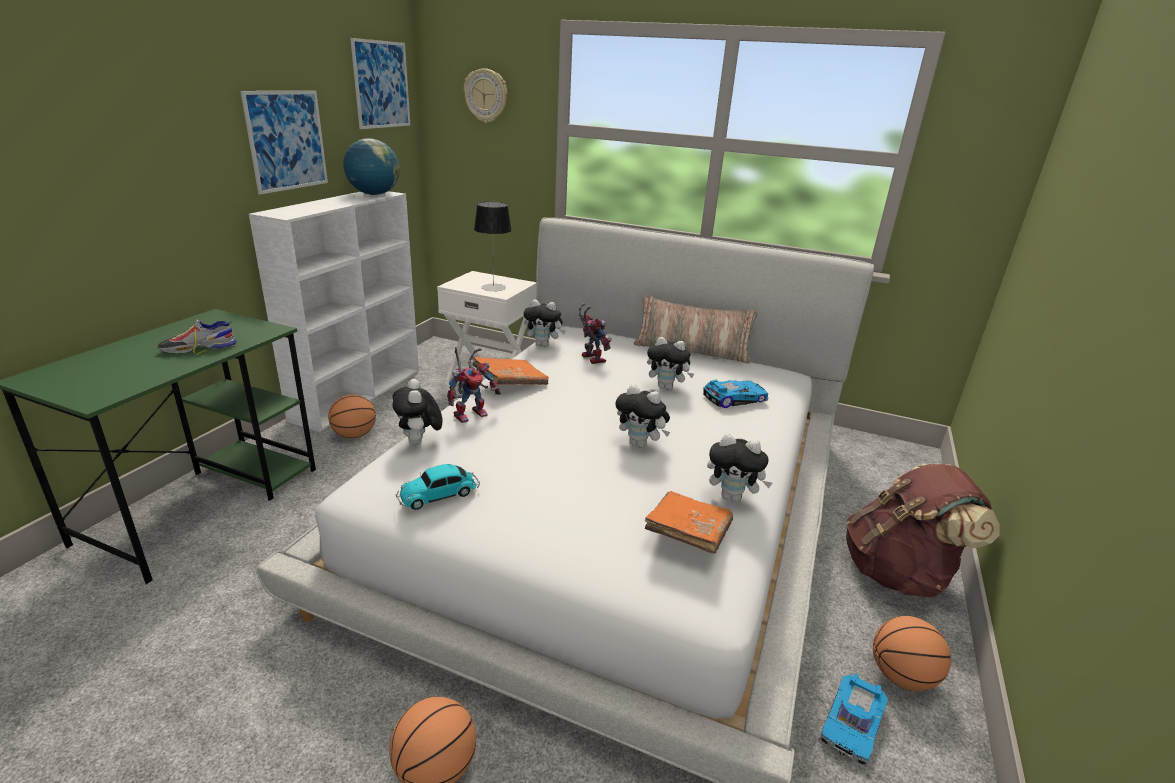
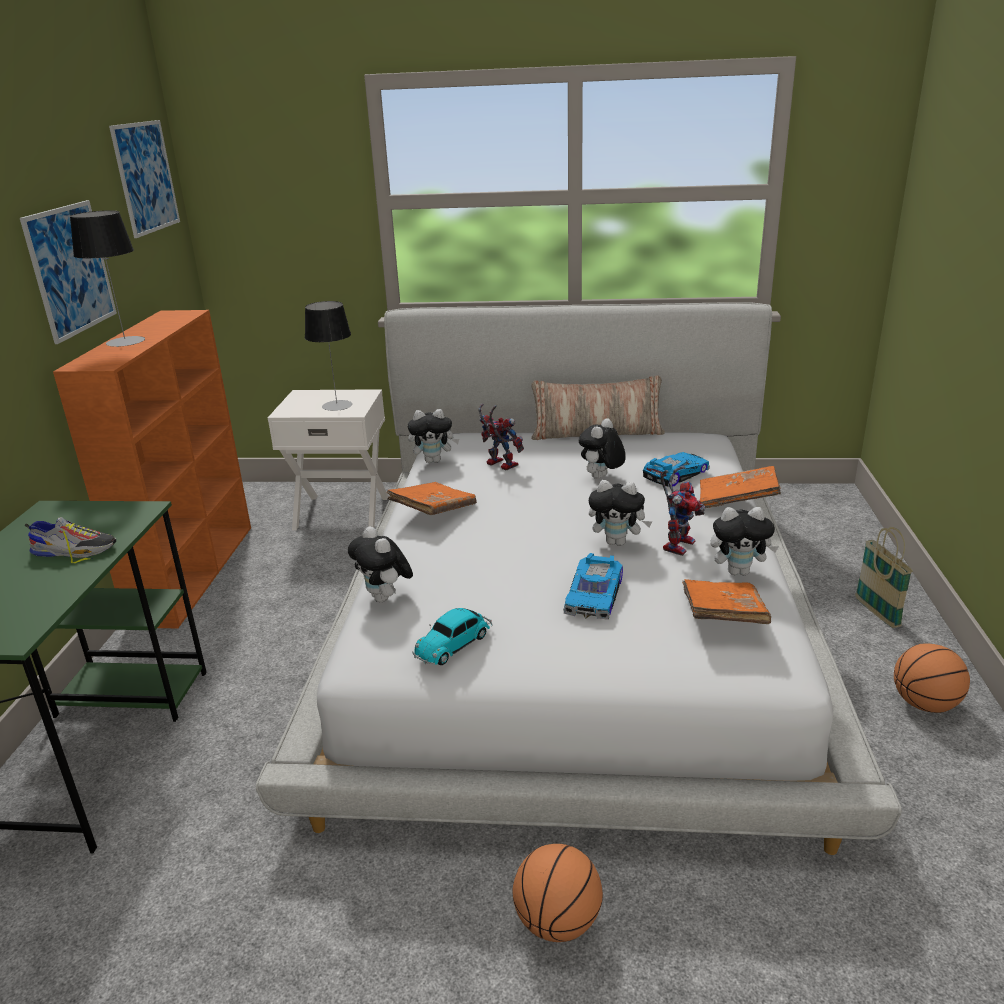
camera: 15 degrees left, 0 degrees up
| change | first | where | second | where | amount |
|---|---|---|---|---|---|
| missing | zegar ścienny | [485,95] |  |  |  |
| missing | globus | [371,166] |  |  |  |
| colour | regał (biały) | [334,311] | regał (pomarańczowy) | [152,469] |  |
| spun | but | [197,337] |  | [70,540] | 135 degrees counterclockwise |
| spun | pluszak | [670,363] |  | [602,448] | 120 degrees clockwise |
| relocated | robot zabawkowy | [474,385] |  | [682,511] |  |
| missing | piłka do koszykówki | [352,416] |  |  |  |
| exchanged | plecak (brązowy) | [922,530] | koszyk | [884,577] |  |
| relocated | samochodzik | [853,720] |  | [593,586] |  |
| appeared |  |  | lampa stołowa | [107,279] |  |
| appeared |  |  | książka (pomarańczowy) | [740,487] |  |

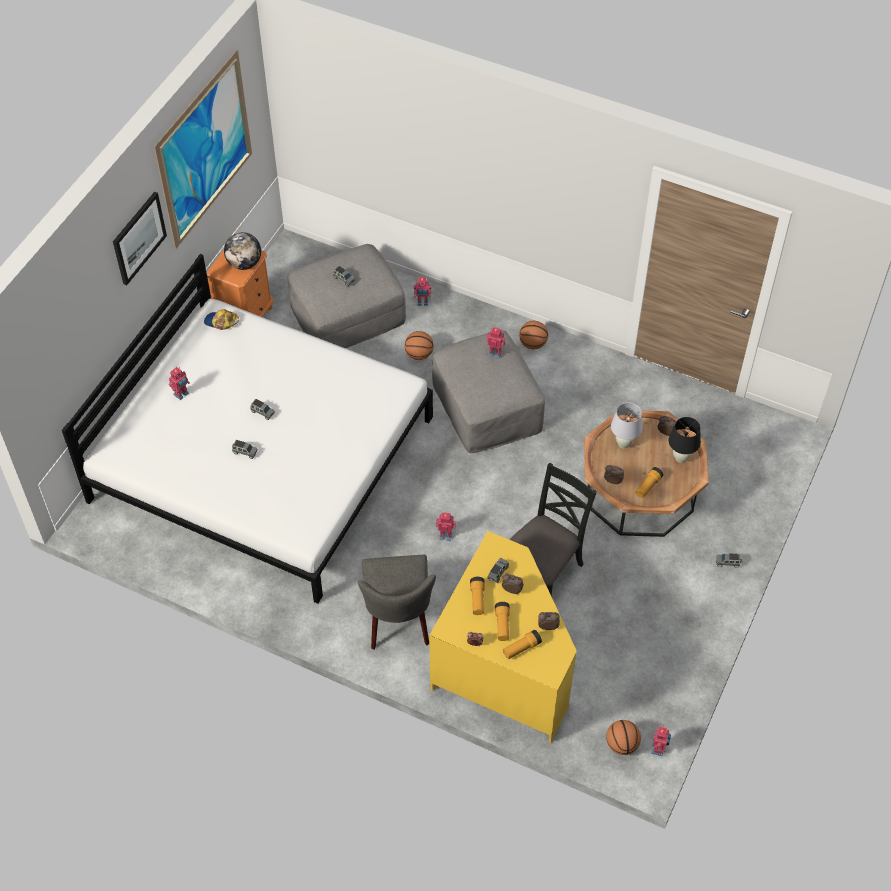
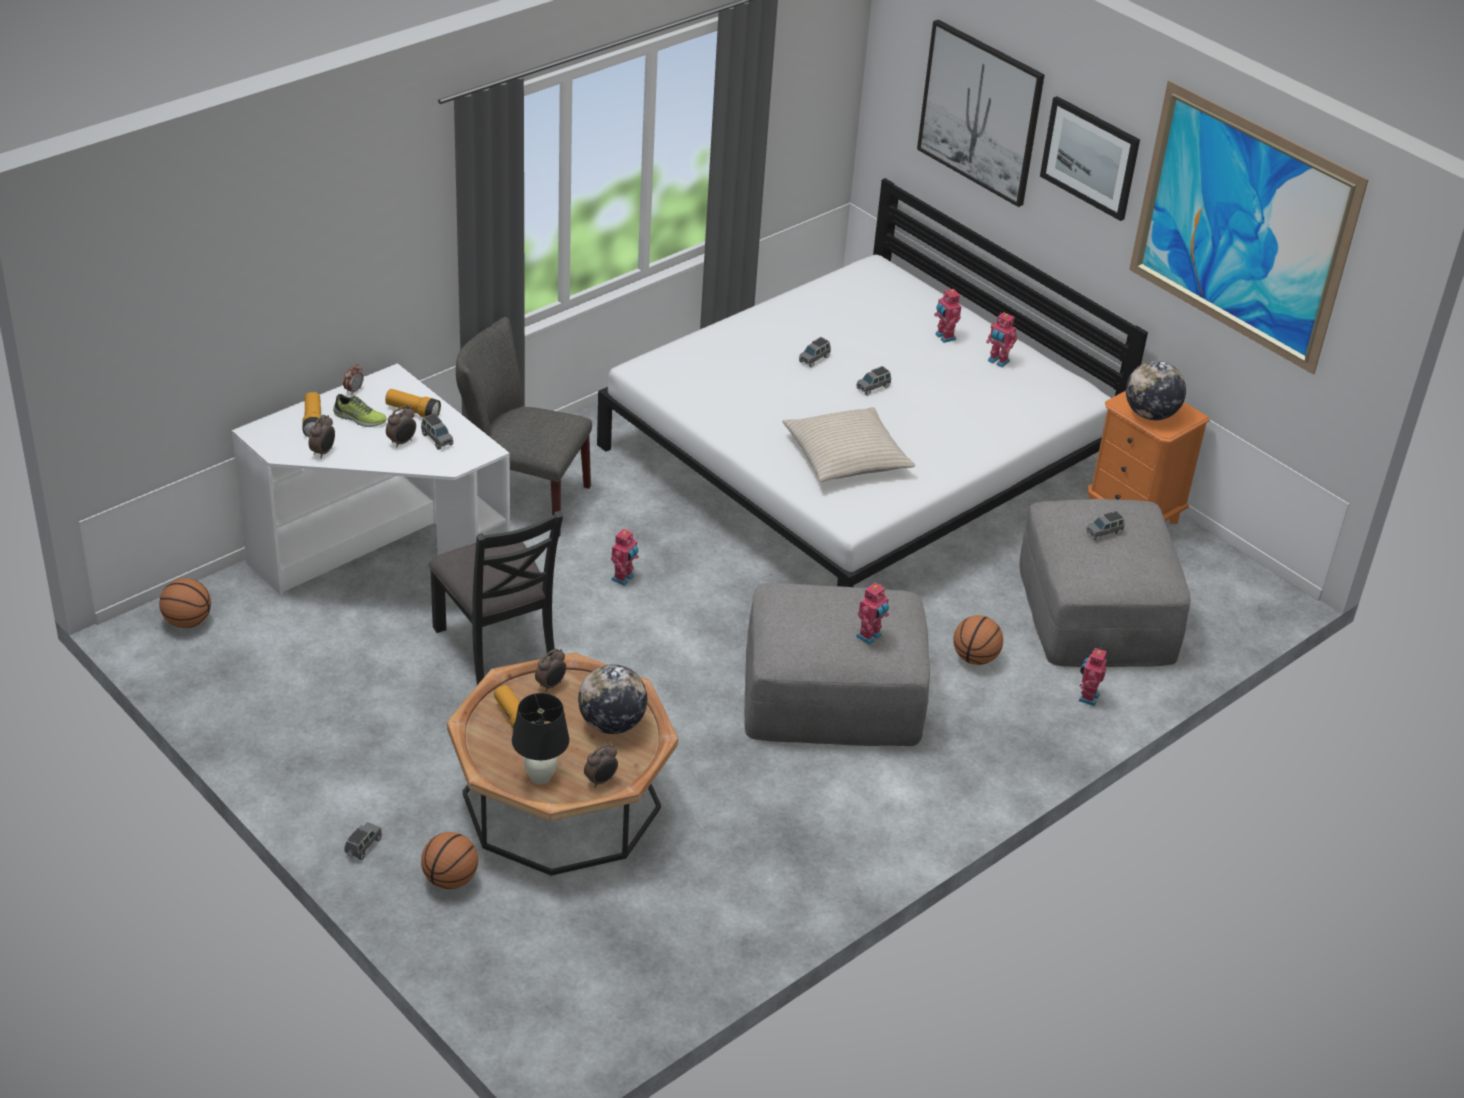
camera: 110 degrees right, 15 degrees down
| change | first | where | second | where | amount |
|---|---|---|---|---|---|
| missing | czapka z daszkiem | [221,319] |  |  |  |
| relocated | piłka do koszykówki | [533,335] |  | [449,860] |  |
| exchanged | lampa stołowa (biały) | [627,426] | globus | [612,699] |  |
| colour | biurko (żółty) | [502,637] | biurko (biały) | [371,479] |  |
| exchanged | latarka | [502,621] | but | [360,410] |  |
| relocated | robot zabawkowy | [661,741] |  | [1001,340] |  |
| appeared |  |  | obraz | [981,113] |  |
| appeared |  |  | poduszka (beżowy) | [849,444] |  |

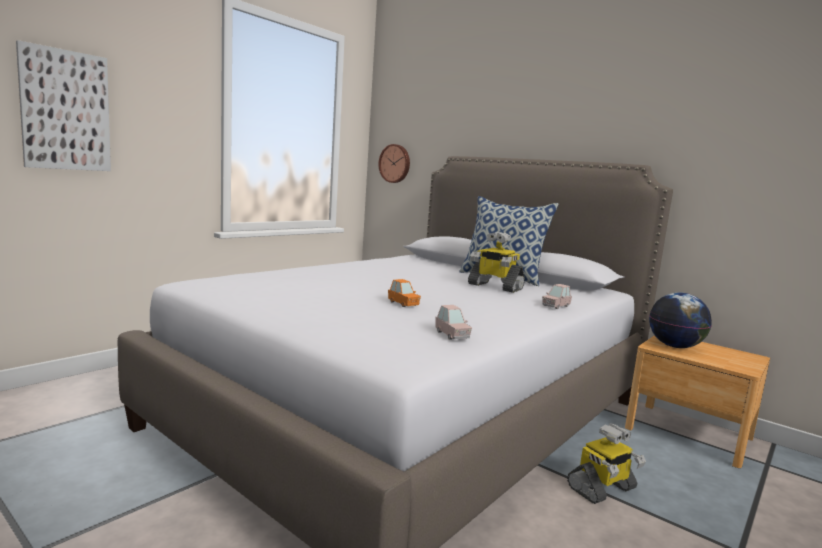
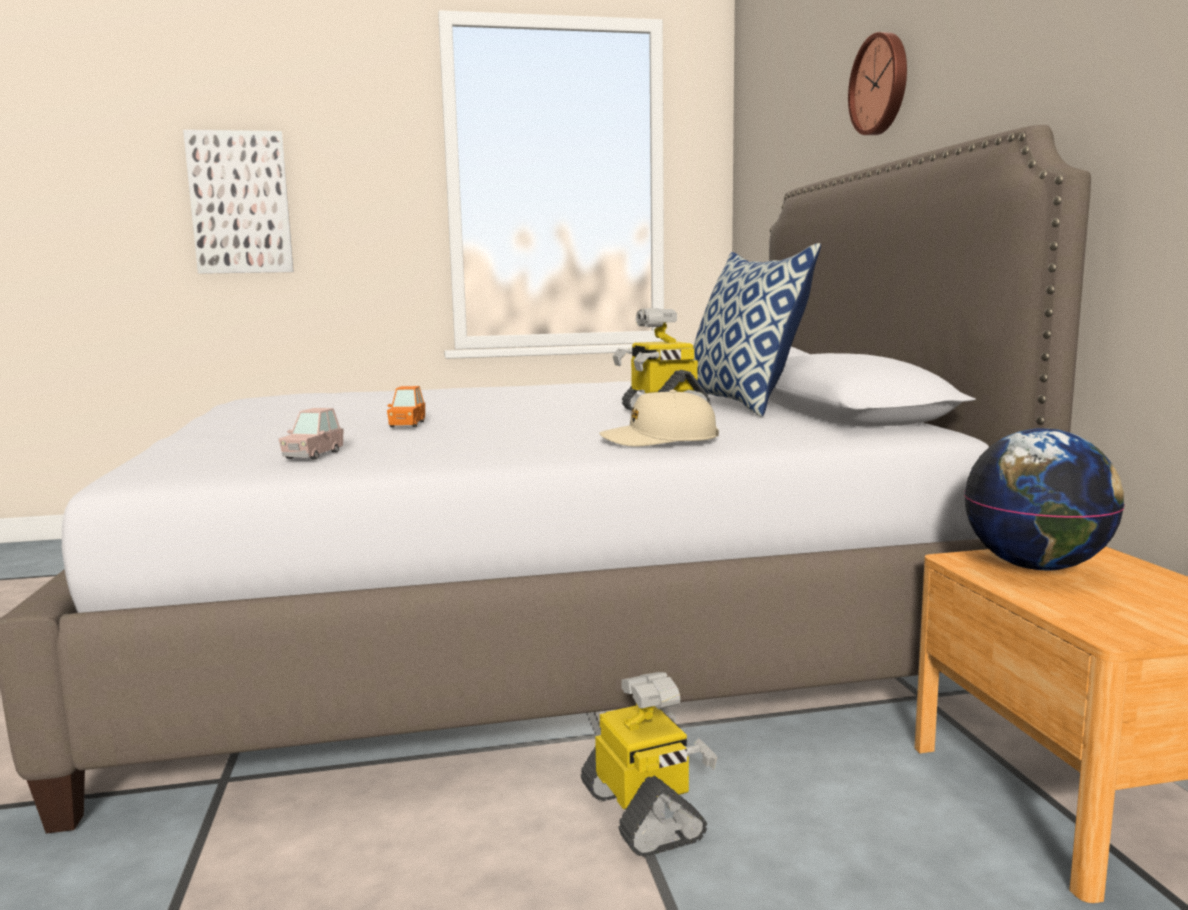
camera: 40 degrees right, 0 degrees up
| change | first | where | second | where | amount |
|---|---|---|---|---|---|
| relocated | zegar ścienny | [394,163] |  | [877,83] |  |
| exchanged | samochodzik (różowy) | [557,296] | czapka z daszkiem (beżowy) | [659,418] |  |
| spun | robot zabawkowy | [606,463] |  | [649,764] | 120 degrees counterclockwise |

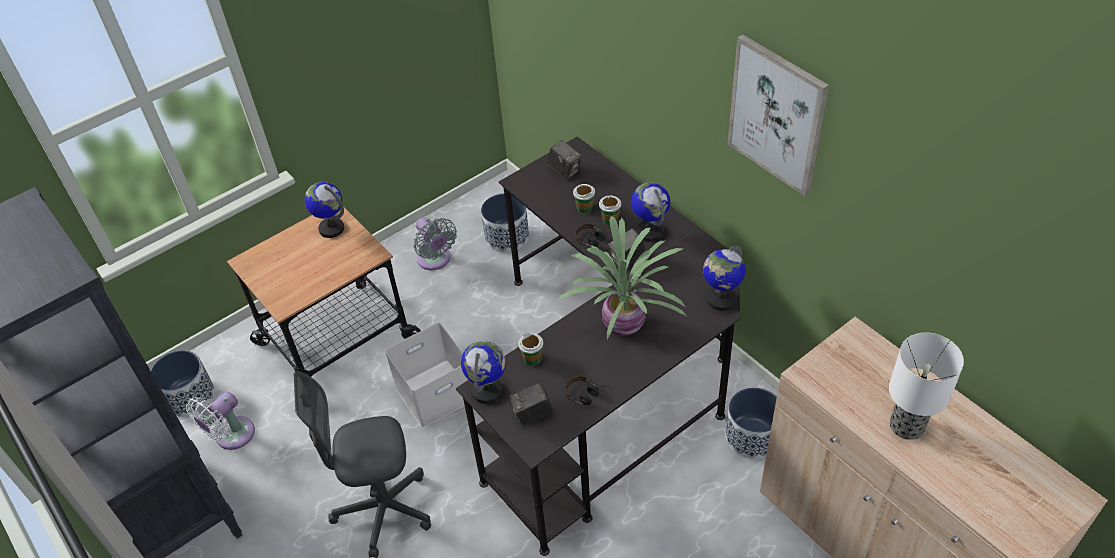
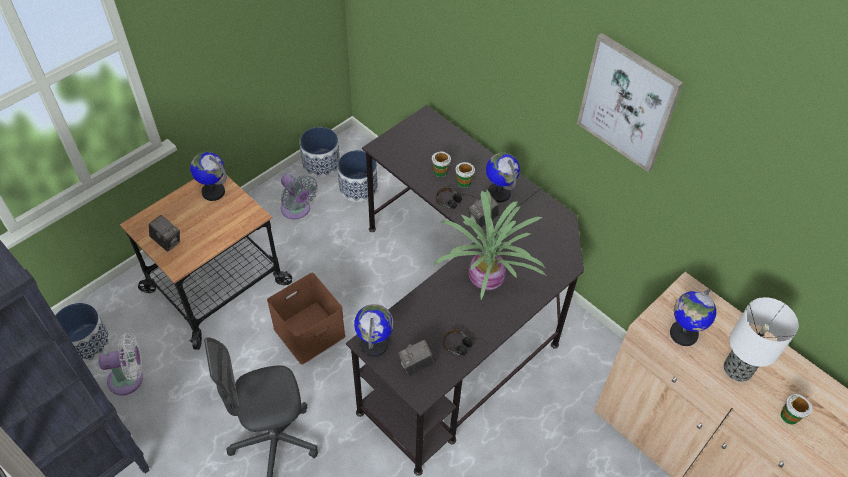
camera: 10 degrees left, 5 degrees up
| change | first | where | second | where | amount |
|---|---|---|---|---|---|
| relocated | aparat fotograficzny | [564,159] |  | [164,233] |  |
| relocated | globus | [724,278] |  | [693,317] |  |
| colour | pojemnik do przechowywania (biały) | [426,375] | pojemnik do przechowywania (brązowy) | [306,318] |  |
| relocated | filiżanka | [530,349] |  | [796,409] |  |
| relocated | donica | [751,423] |  | [319,152] |  |
| spun | wentylator (biały) | [220,421] |  | [120,364] | 135 degrees counterclockwise |

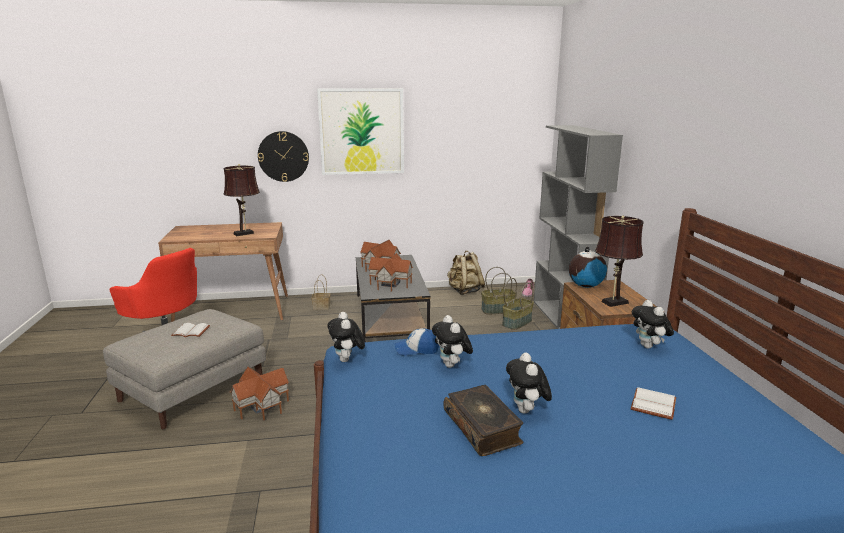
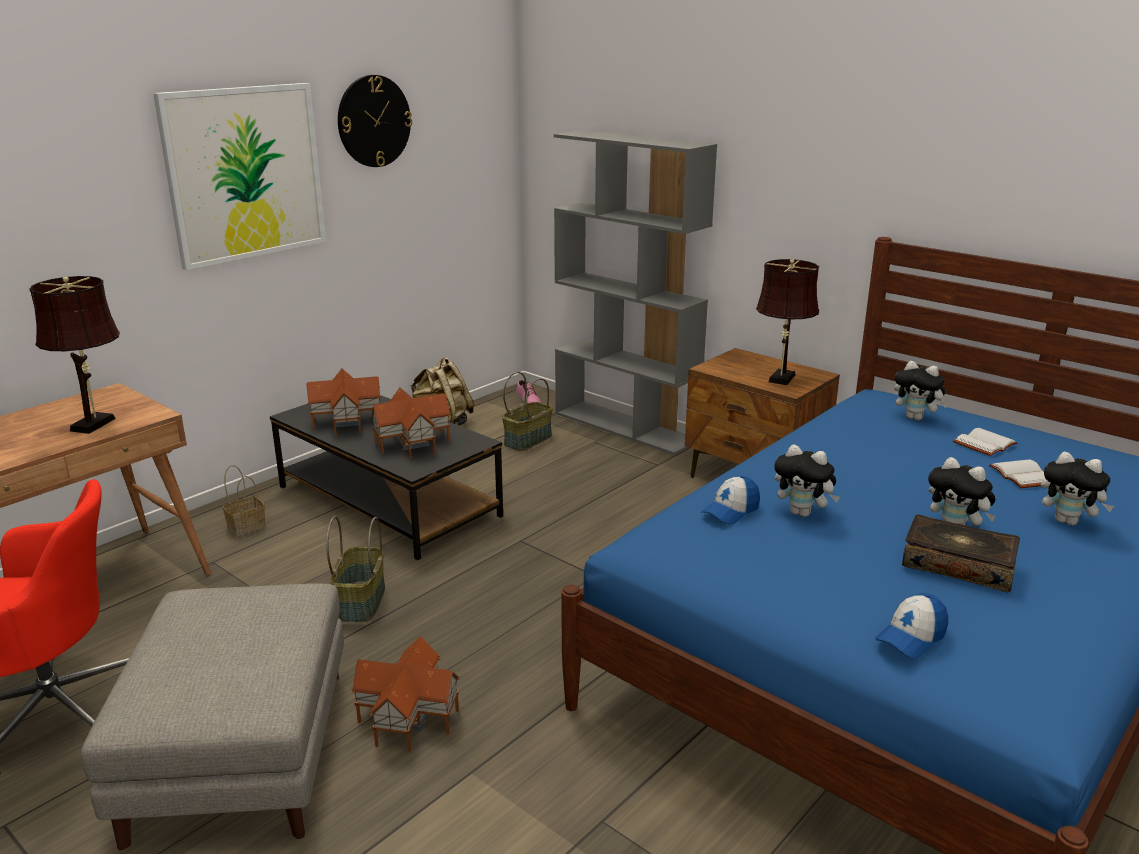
camera: 40 degrees left, 5 degrees up
| change | first | where | second | where | amount |
|---|---|---|---|---|---|
| relocated | zegar ścienny | [283,156] |  | [375,121] |  |
| missing | globus | [588,267] |  |  |  |
| relocated | koszyk | [518,304] |  | [355,569] |  |
| relocated | pluszak | [346,337] |  | [1077,488] |  |
| relocated | książka (biały) | [190,330] |  | [985,442] |  |
| appeared |  |  | czapka z daszkiem | [911,625] |  |

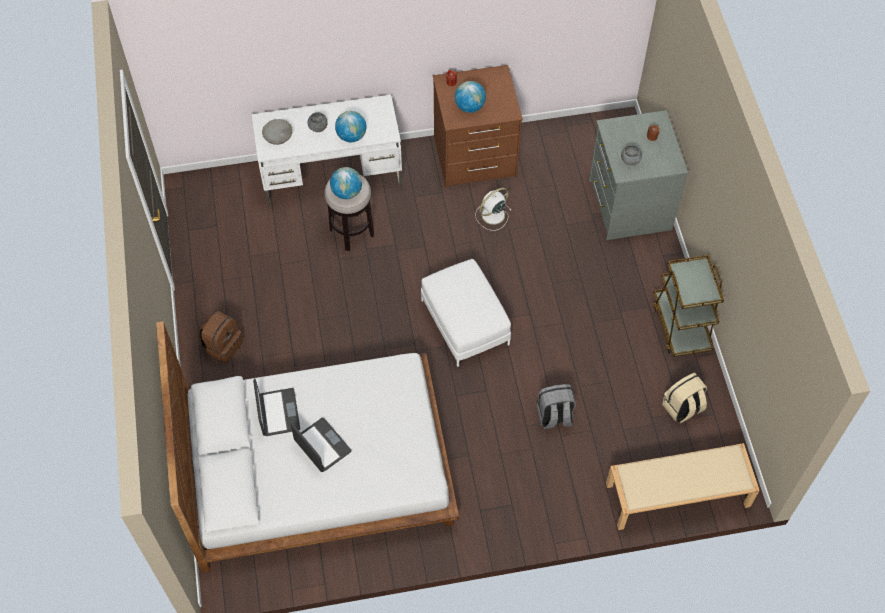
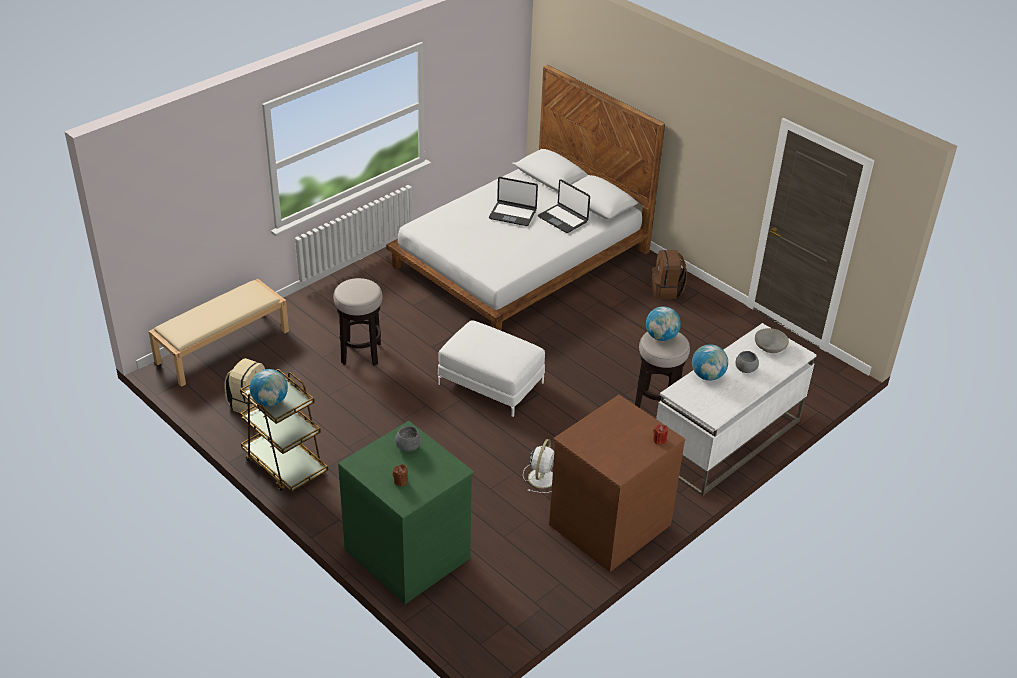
camera: 145 degrees right, 20 degrees down
| change | first | where | second | where | amount |
|---|---|---|---|---|---|
| relocated | globus | [470,97] |  | [269,388] |  |
| colour | komoda (szary) | [638,175] | komoda (zielony) | [406,512] |  |
| exchanged | plecak (szary) | [556,406] | stołek | [357,322] |  |

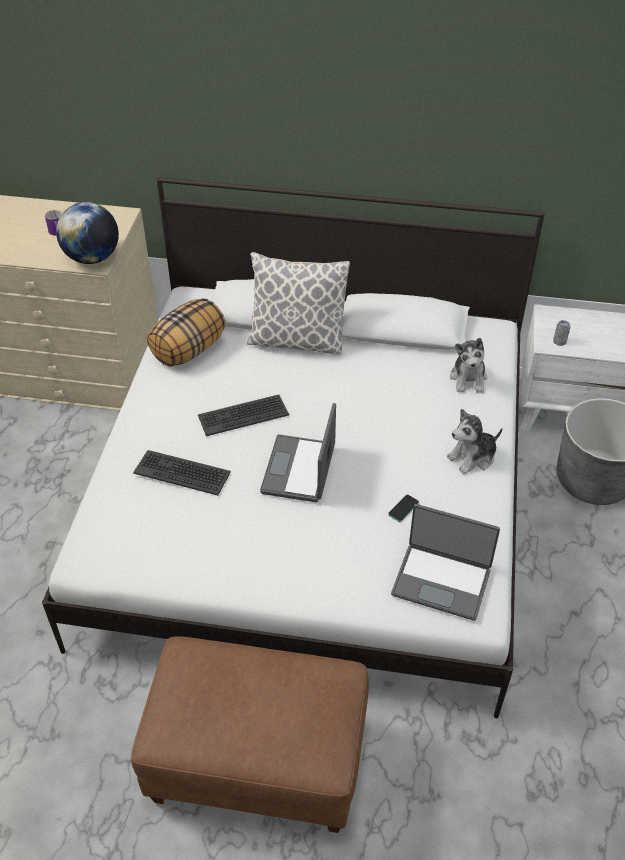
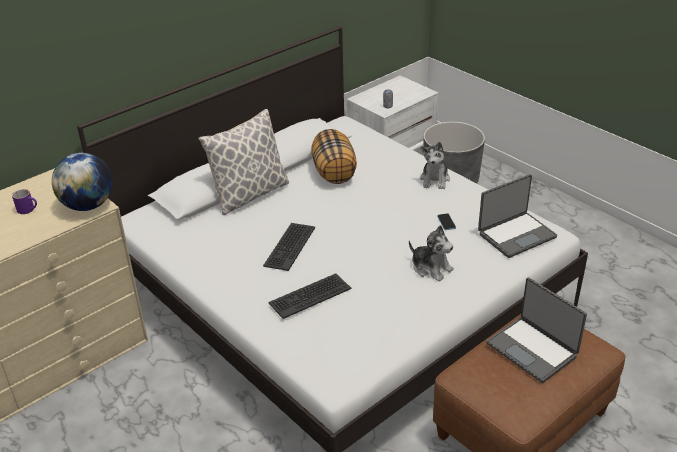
camera: 50 degrees left, 10 degrees down
| change | first | where | second | where | amount |
|---|---|---|---|---|---|
| relocated | poduszka | [186,332] |  | [334,156] |  |
| relocated | pluszak | [468,365] |  | [431,253] |  |
| relocated | laptop | [298,452] |  | [536,330] |  |

